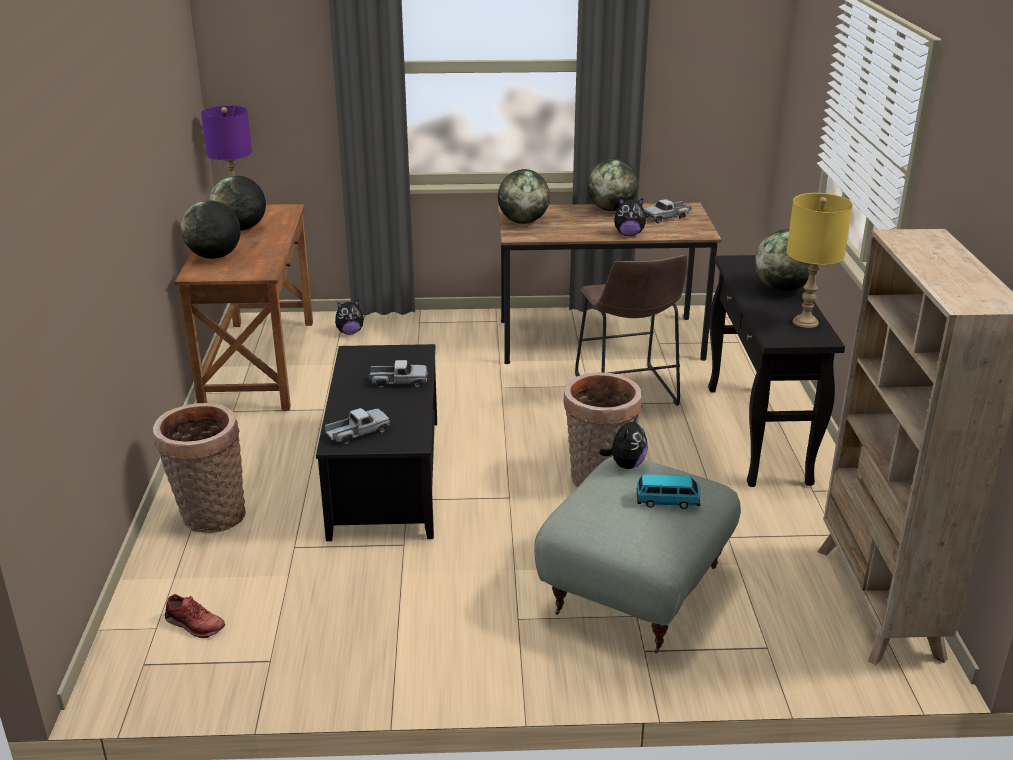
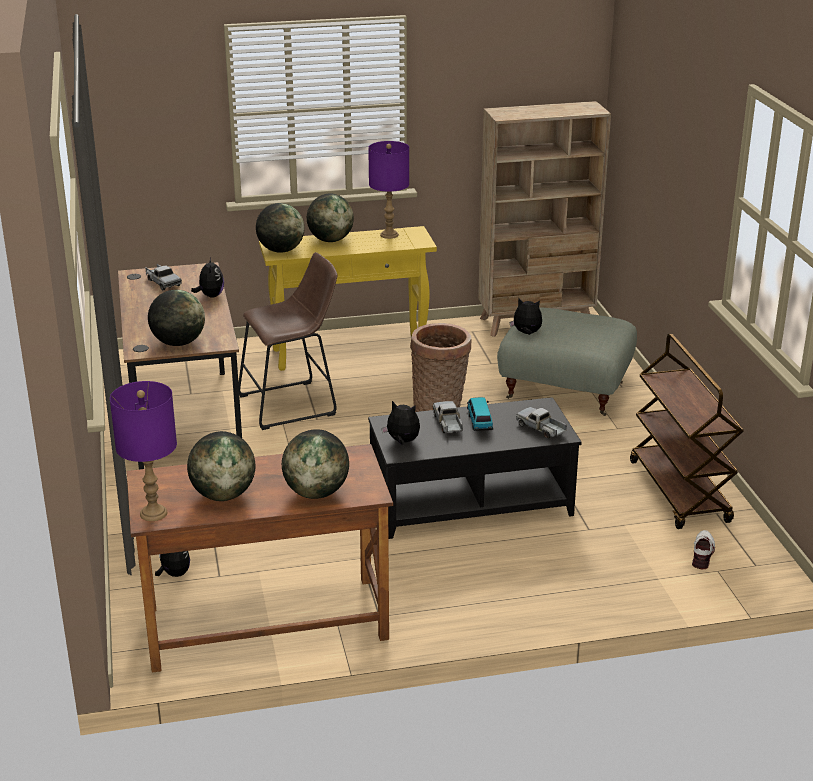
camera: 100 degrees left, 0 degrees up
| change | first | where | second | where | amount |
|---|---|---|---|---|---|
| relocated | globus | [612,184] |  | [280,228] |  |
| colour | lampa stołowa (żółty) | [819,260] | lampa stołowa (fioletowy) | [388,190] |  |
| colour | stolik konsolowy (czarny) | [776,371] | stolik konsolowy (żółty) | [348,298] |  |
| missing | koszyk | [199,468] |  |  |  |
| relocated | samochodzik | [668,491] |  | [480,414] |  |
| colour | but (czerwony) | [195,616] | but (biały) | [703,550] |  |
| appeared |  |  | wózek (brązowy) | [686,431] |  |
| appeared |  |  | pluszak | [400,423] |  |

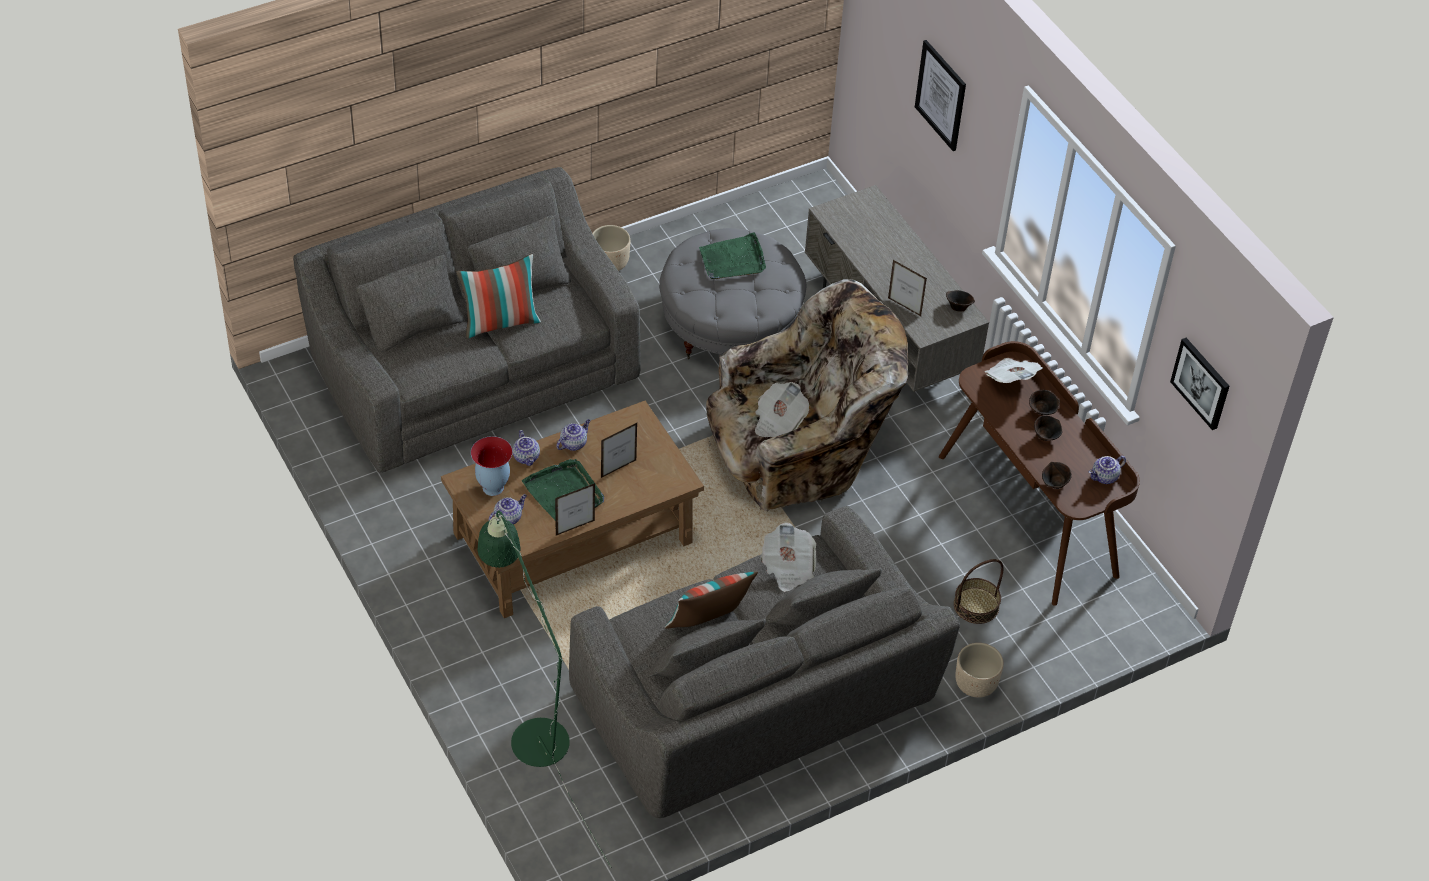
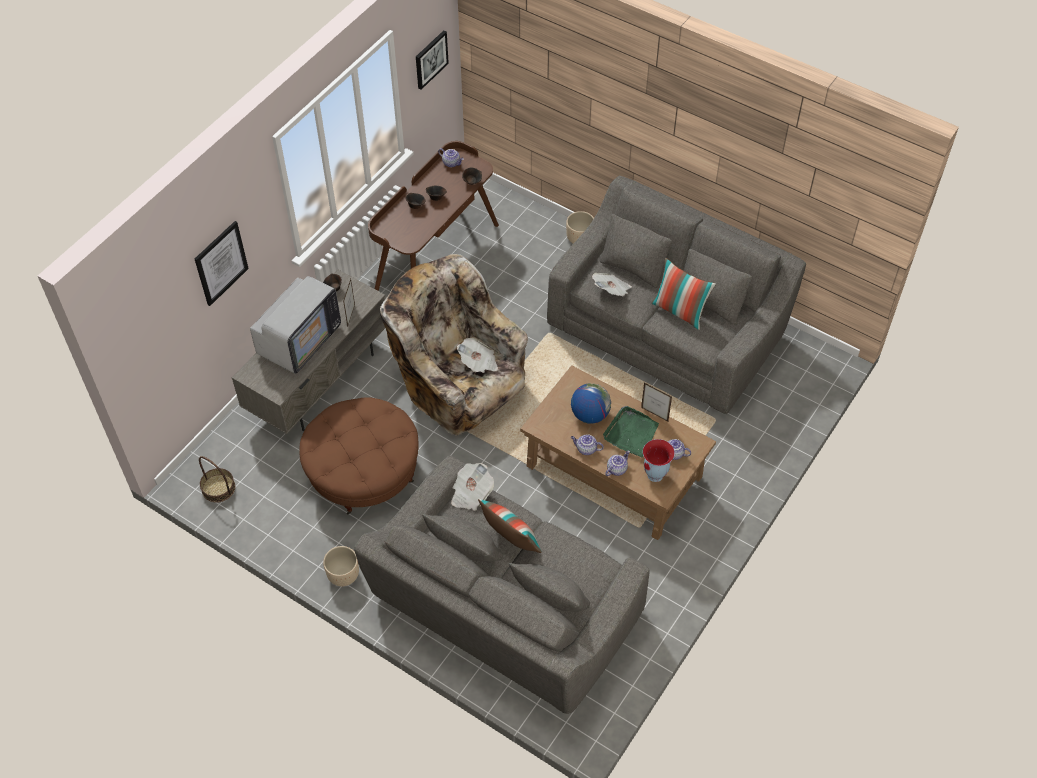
camera: 115 degrees left, 5 degrees up
| change | first | where | second | where | amount |
|---|---|---|---|---|---|
| colour | pufa (szary) | [732,293] | pufa (brązowy) | [359,456] |  |
| missing | taca (zielony) | [732,255] |  |  |  |
| relocated | gazeta | [1014,370] |  | [472,487] |  |
| exchanged | ramka na zdjęcie | [619,450] | globus | [591,403] |  |
| missing | lampa stojąca (zielony) | [544,689] |  |  |  |
| relocated | koszyk | [979,591] |  | [217,479] |  |
| appeared |  |  | telewizor | [295,325] |  |

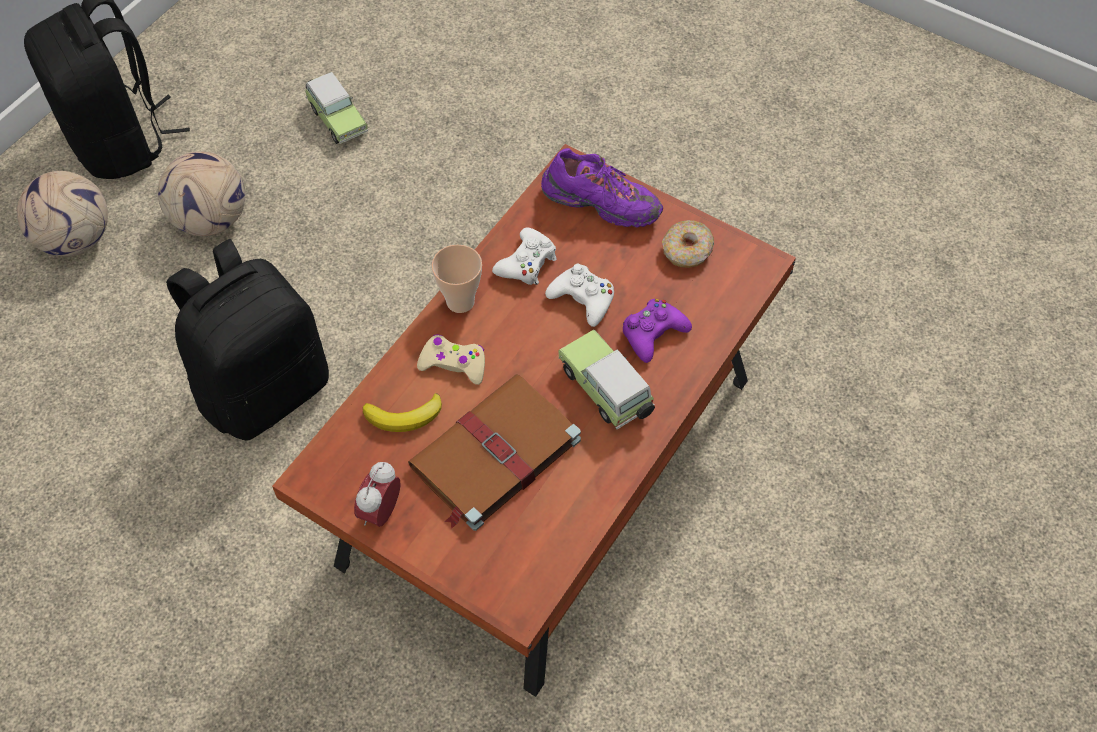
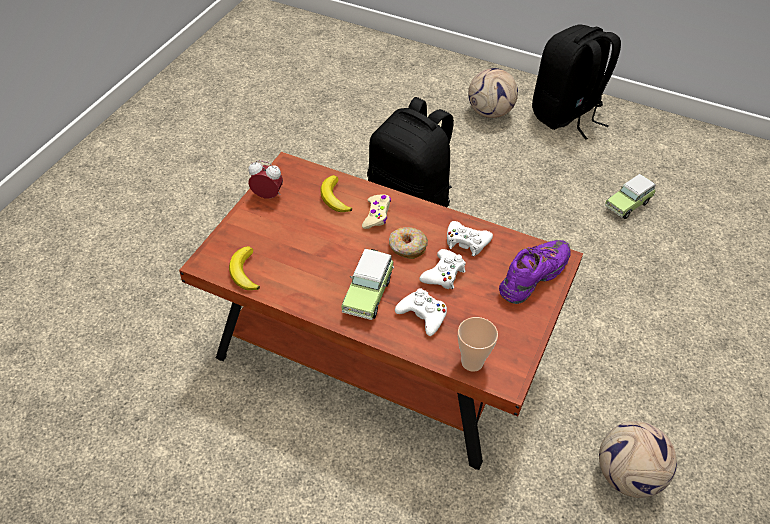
camera: 80 degrees right, 10 degrees down
| change | first | where | second | where | amount |
|---|---|---|---|---|---|
| spun | but (fioletowy) | [602,188] |  | [534,272] | 150 degrees counterclockwise |
| relocated | piłka futbolowa | [201,193] |  | [638,459] |  |
| relocated | donut | [688,244] |  | [408,243] |  |
| relocated | filiżanka | [456,278] |  | [478,344] |  |
| colour | pad do gier (fioletowy) | [657,331] | pad do gier (biały) | [421,312] |  |
| spun | samochodzik | [606,379] |  | [367,284] | 150 degrees clockwise |
| missing | książka (brązowy) | [494,452] |  |  |  |
| appeared |  |  | banan | [244,268] |  |

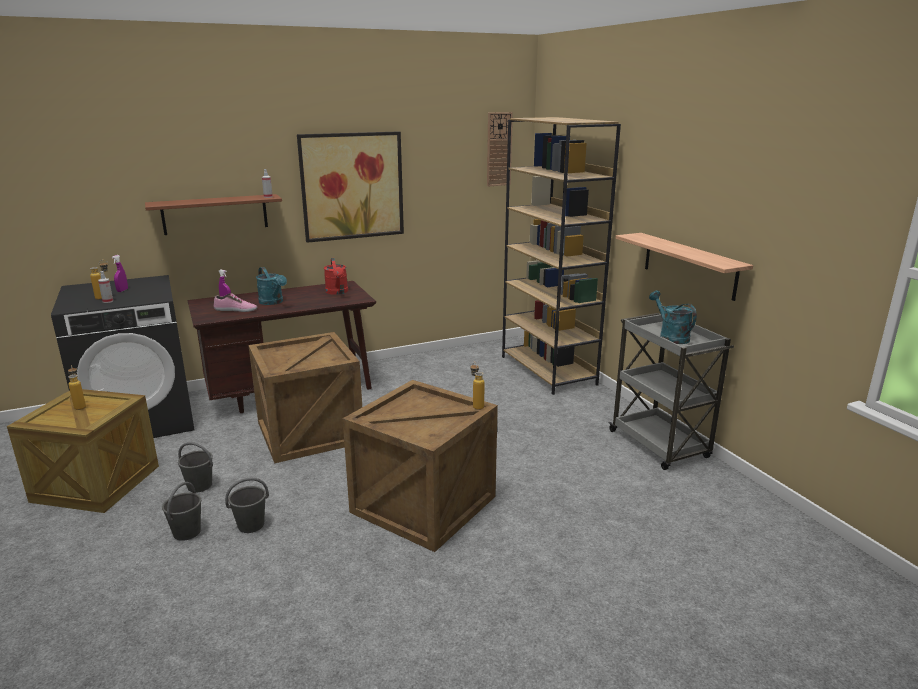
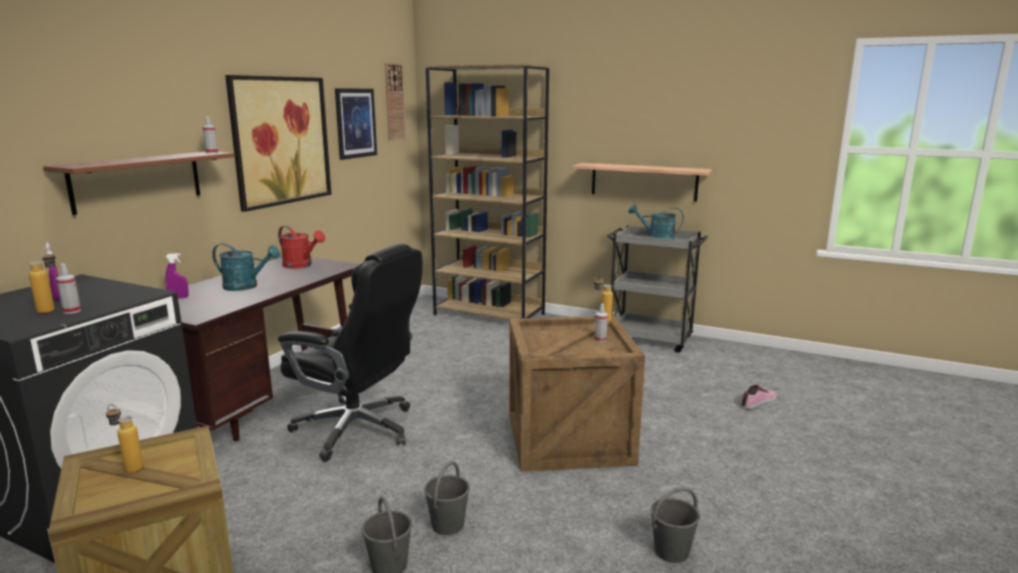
camera: 40 degrees left, 5 degrees down
| change | first | where | second | where | amount |
|---|---|---|---|---|---|
| relocated | but | [235,302] |  | [758,397] |  |
| exchanged | skrzynka | [305,397] | krzesło biurowe (czarny) | [350,353] |  |
| relocated | wiadro (szary) | [195,467] |  | [675,525] |  |
| appeared |  |  | obraz | [356,124] |  |
| appeared |  |  | spryskiwacz | [601,323] |  |

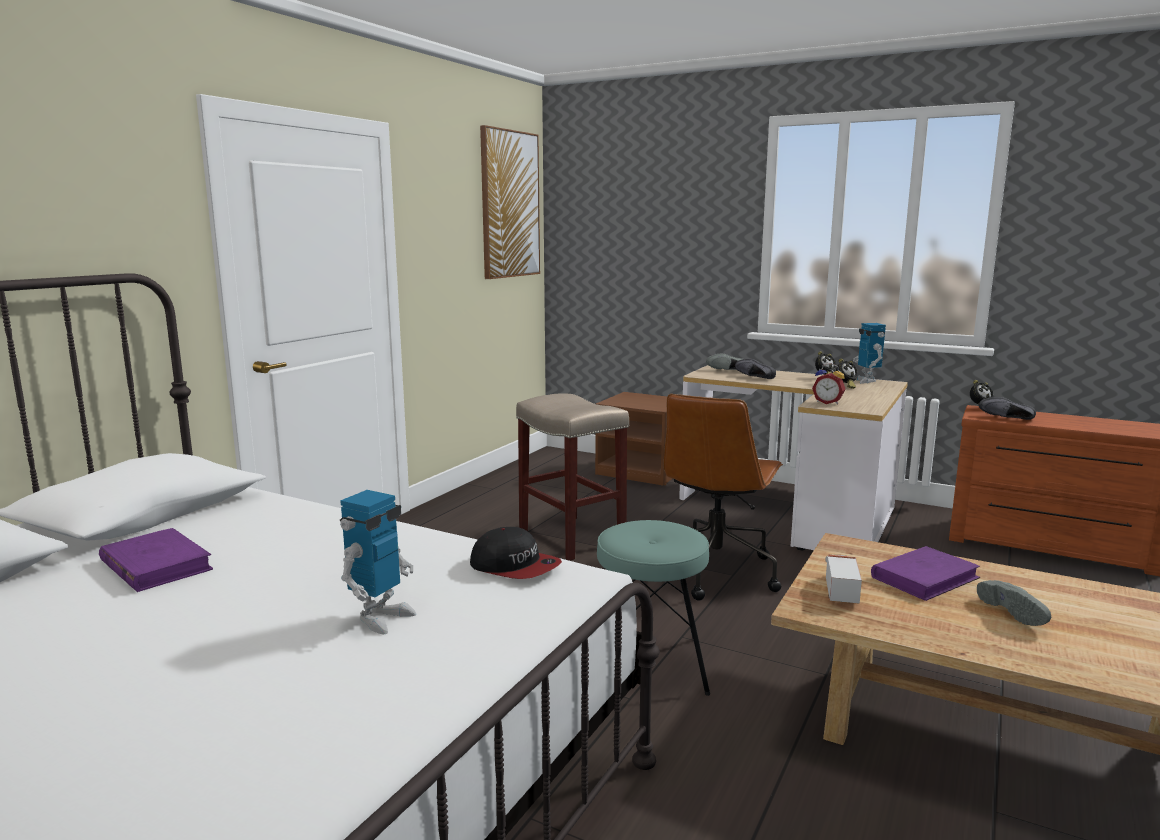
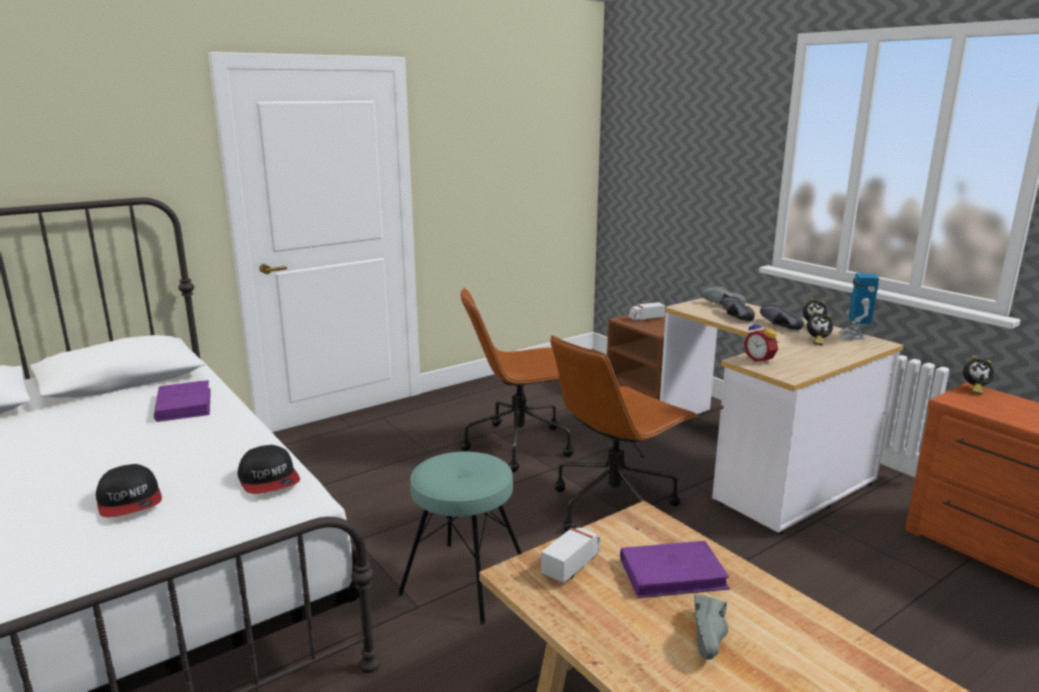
camera: 25 degrees right, 5 degrees up
| change | first | where | second | where | amount |
|---|---|---|---|---|---|
| missing | obraz | [510,202] |  |  |  |
| exchanged | stołek (beżowy) | [572,477] | krzesło biurowe (brązowy) | [517,380] |  |
| relocated | but (czarny) | [1007,408] |  | [782,317] |  |
| exchanged | robot zabawkowy | [378,562] | czapka z daszkiem | [129,491] |  |
| relocated | książka (fioletowy) | [156,560] |  | [182,401] |  |
| appeared |  |  | ciężarówka zabawkowa | [647,311] |  |

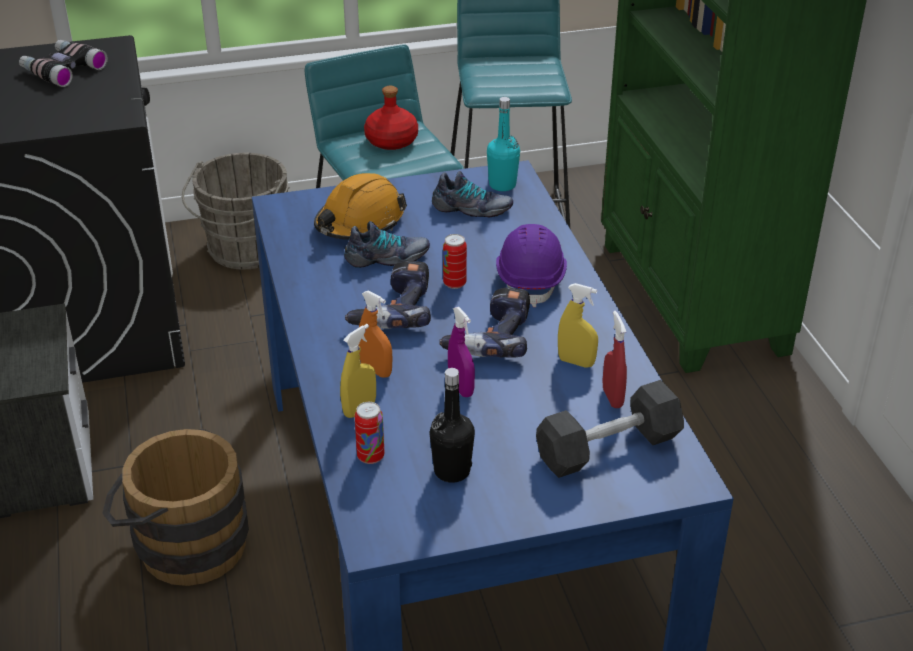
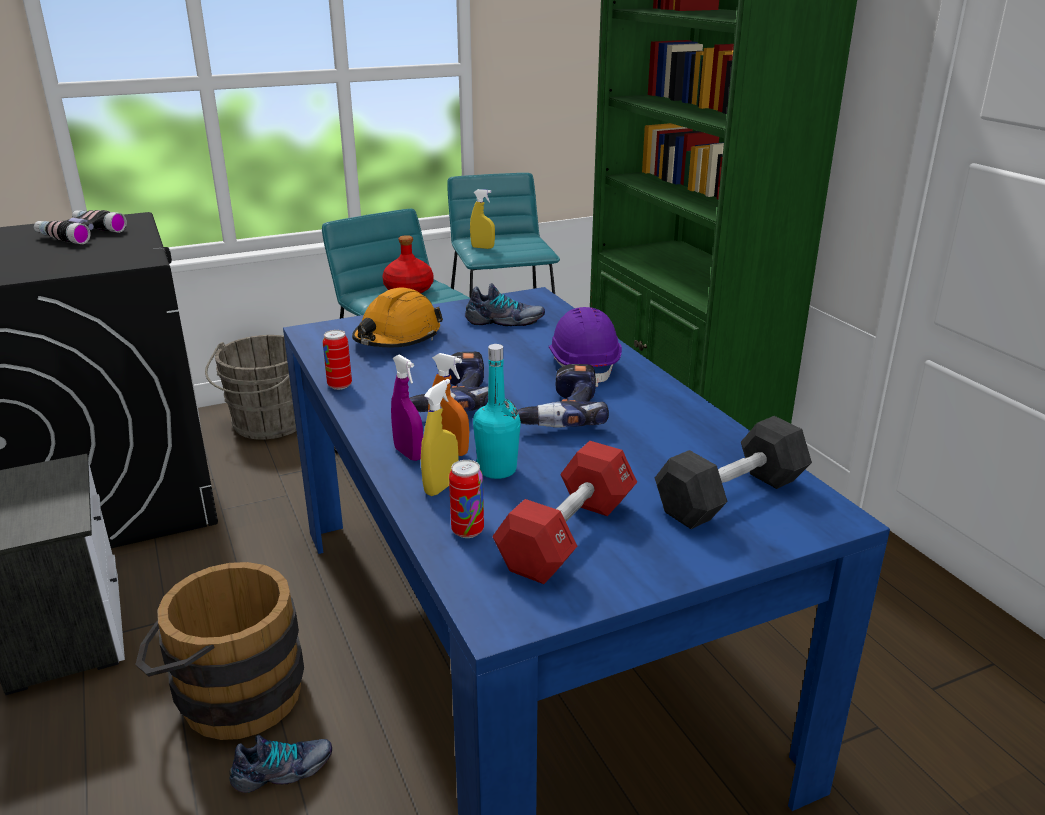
camera: 10 degrees left, 10 degrees down
| change | first | where | second | where | amount |
|---|---|---|---|---|---|
| relocated | butelka (turkusowy) | [503,144] |  | [497,411] |  |
| relocated | but | [387,244] |  | [281,764] |  |
| relocated | puszka | [455,261] |  | [337,360] |  |
| relocated | spryskiwacz (żółty) | [578,325] |  | [482,219] |  |
| relocated | spryskiwacz (fioletowy) | [461,352] |  | [407,407] |  |
| missing | spryskiwacz (czerwony) | [615,359] |  |  |  |
| exchanged | butelka (czarny) | [452,425] | hantel (czerwony) | [564,512] |  |

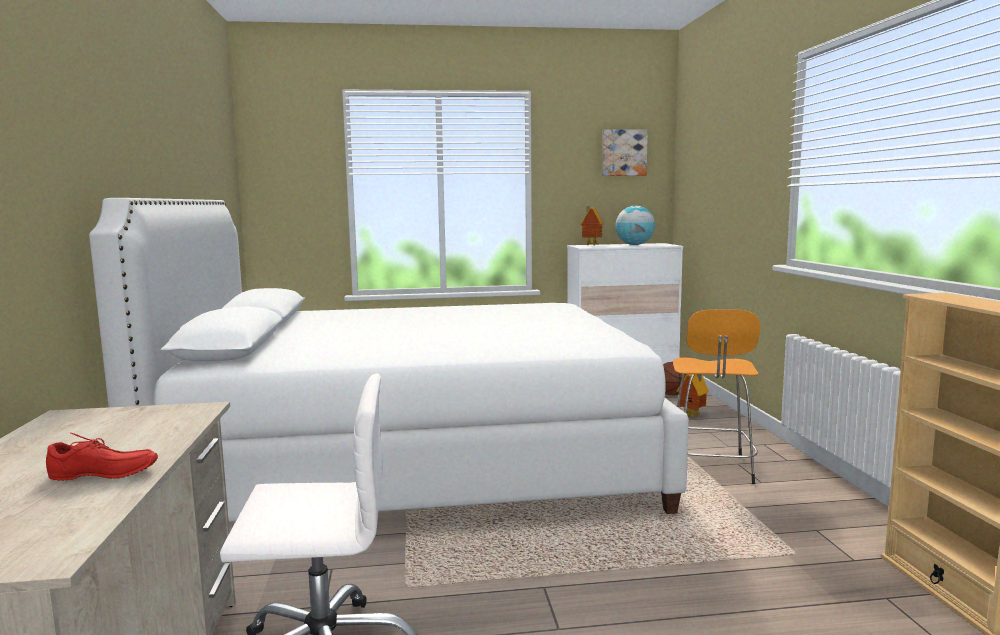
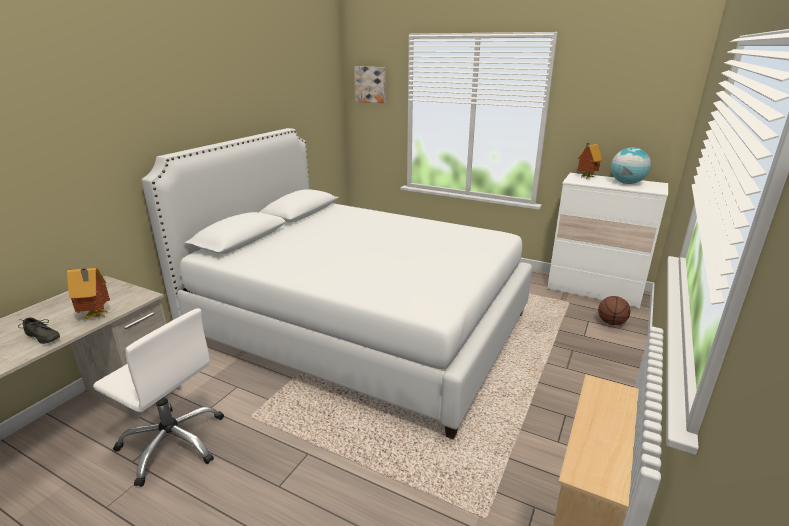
camera: 35 degrees right, 15 degrees up
| change | first | where | second | where | amount |
|---|---|---|---|---|---|
| relocated | obraz | [625,152] |  | [369,84] |  |
| missing | stołek (pomarańczowy) | [716,396] |  |  |  |
| relocated | domek | [693,395] |  | [88,293] |  |
| colour | but (czerwony) | [102,456] | but (szary) | [39,330] |  |

